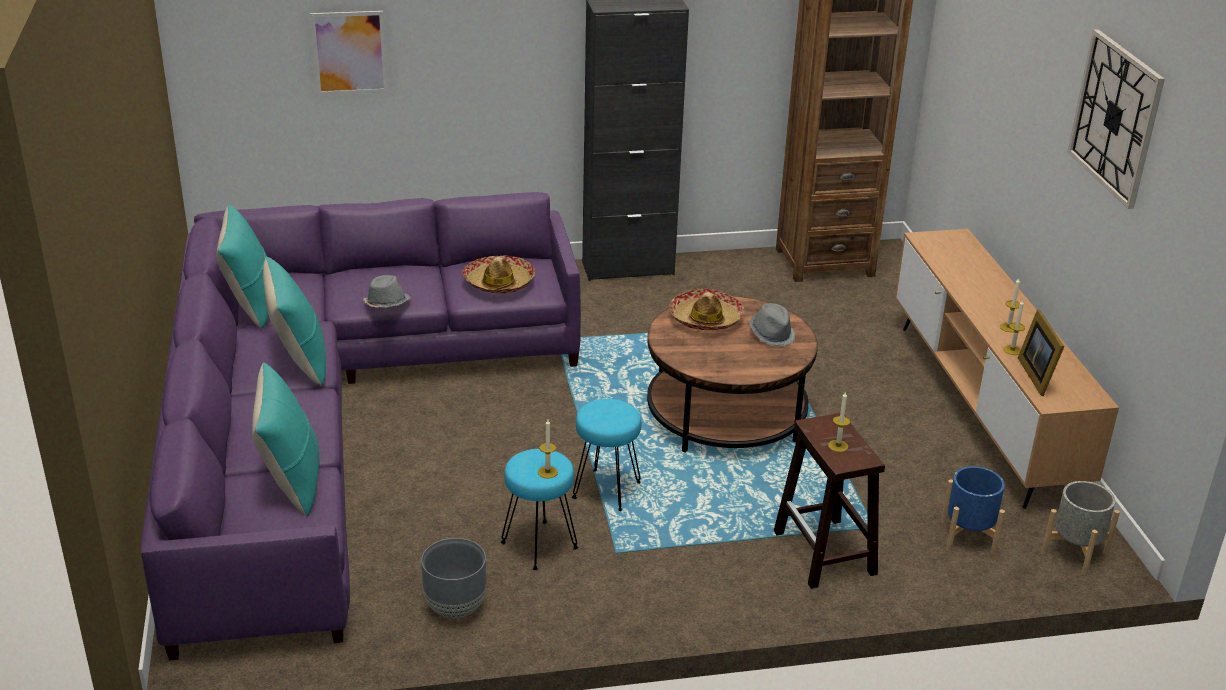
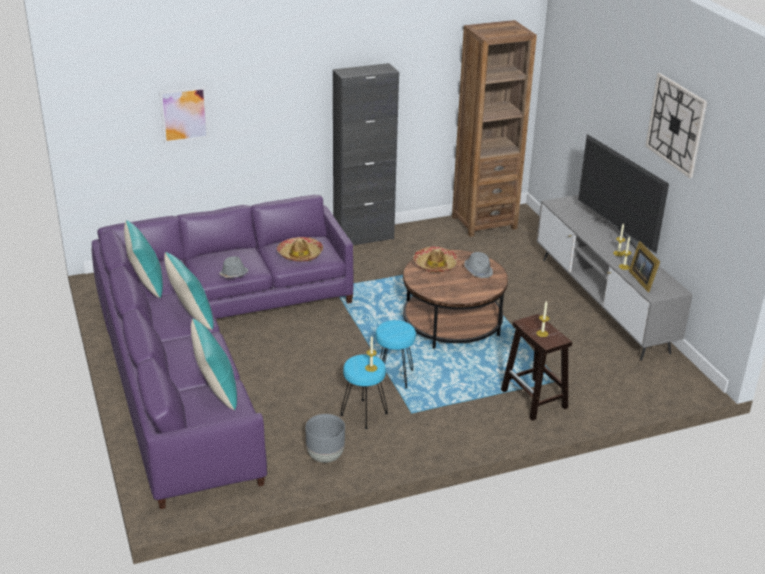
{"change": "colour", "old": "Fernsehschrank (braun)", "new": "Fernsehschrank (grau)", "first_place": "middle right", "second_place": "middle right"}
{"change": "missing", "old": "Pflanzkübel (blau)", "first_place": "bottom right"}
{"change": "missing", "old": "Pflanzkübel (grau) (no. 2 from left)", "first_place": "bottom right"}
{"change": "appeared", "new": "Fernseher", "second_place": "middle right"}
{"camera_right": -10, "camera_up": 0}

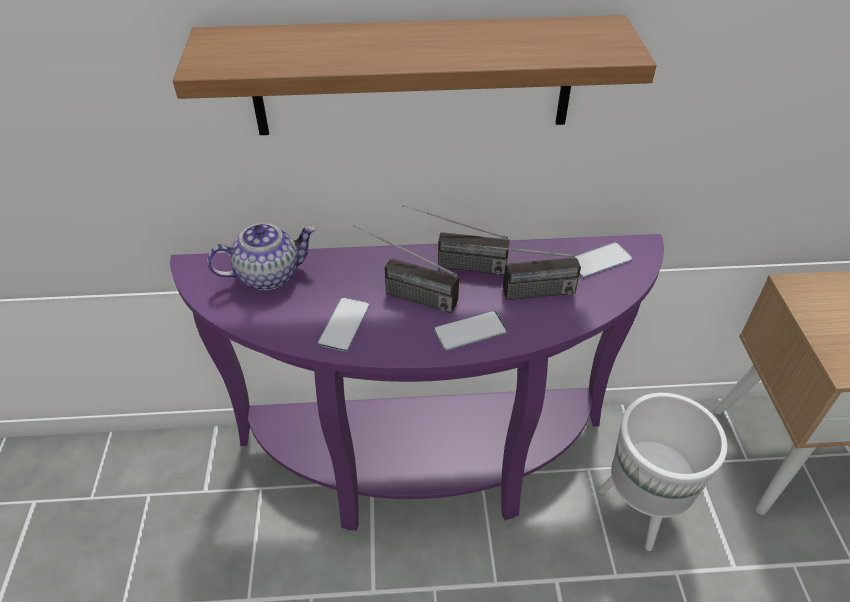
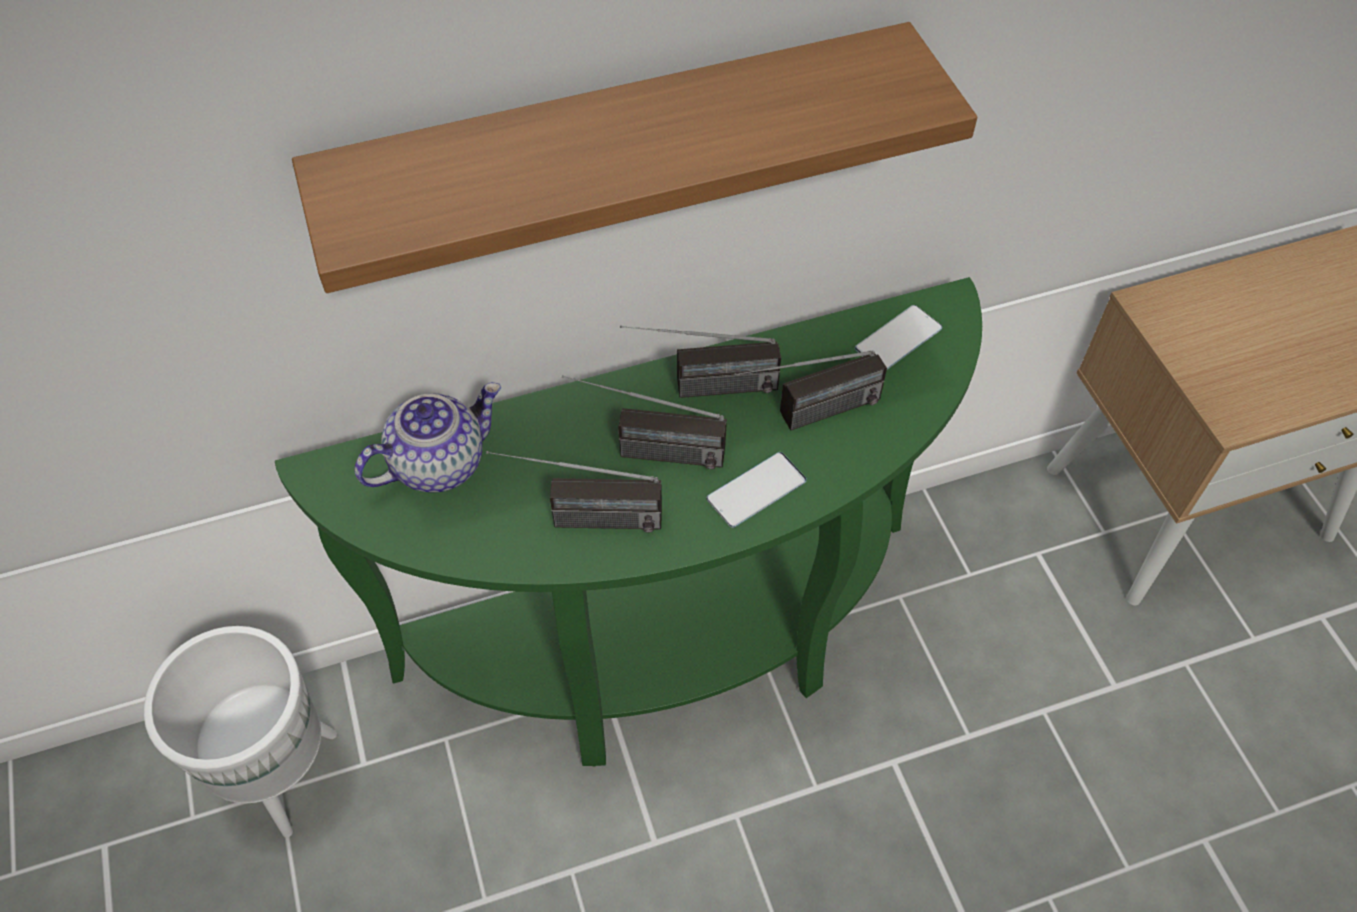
{"change": "colour", "old": "Konsolentisch (lila)", "new": "Konsolentisch (grün)", "first_place": "centre", "second_place": "centre"}
{"change": "exchanged", "old": "Handy (no. 1 from left)", "new": "Radio (no. 1 from left)", "first_place": "centre", "second_place": "centre"}
{"change": "relocated", "old": "Pflanzkübel (weiß)", "first_place": "bottom right", "second_place": "bottom left"}
{"camera_right": -15, "camera_up": 10}

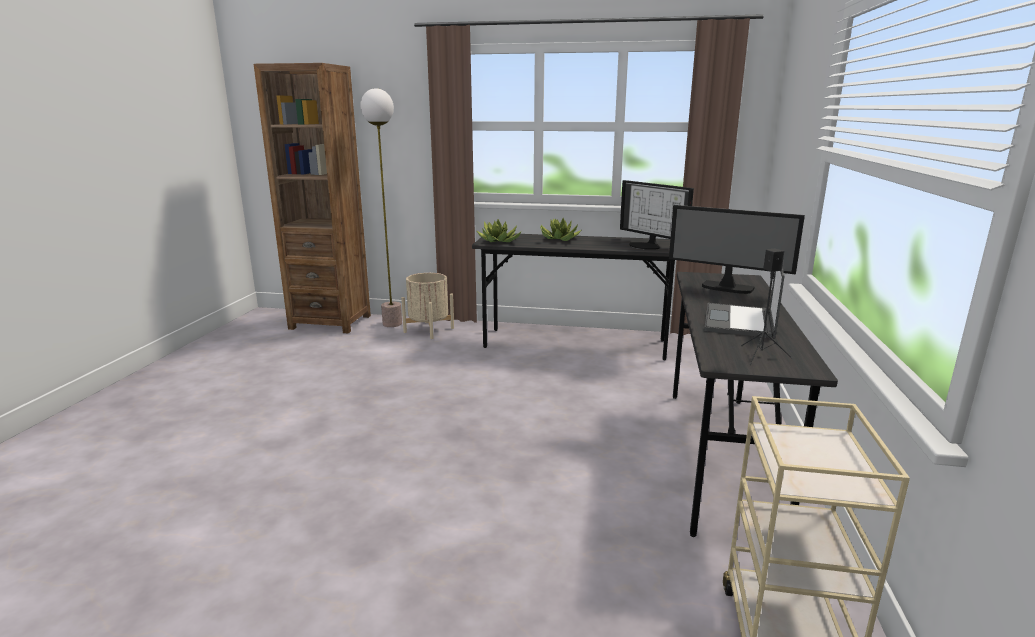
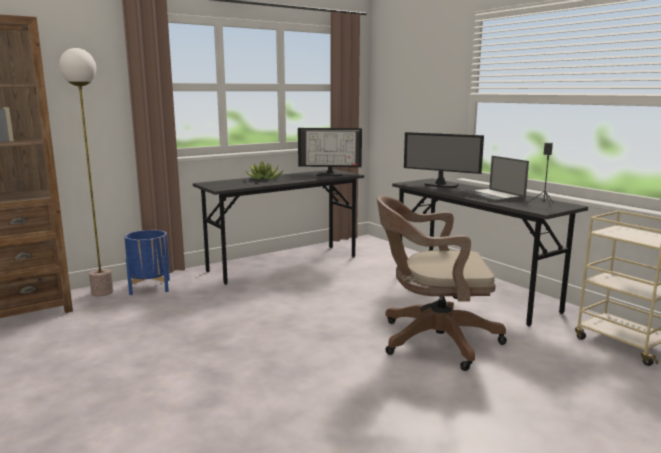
{"change": "spun", "old": "Monitor (no. 2 from left)", "first_place": "middle right", "second_place": "middle right", "degrees": 45}
{"change": "missing", "old": "Topfpflanze (no. 1 from left)", "first_place": "centre"}
{"change": "colour", "old": "Pflanzkübel (beige)", "new": "Pflanzkübel (blau)", "first_place": "centre", "second_place": "middle left"}
{"change": "appeared", "new": "Bürostuhl (braun)", "second_place": "middle right"}
{"camera_right": -45, "camera_up": -5}

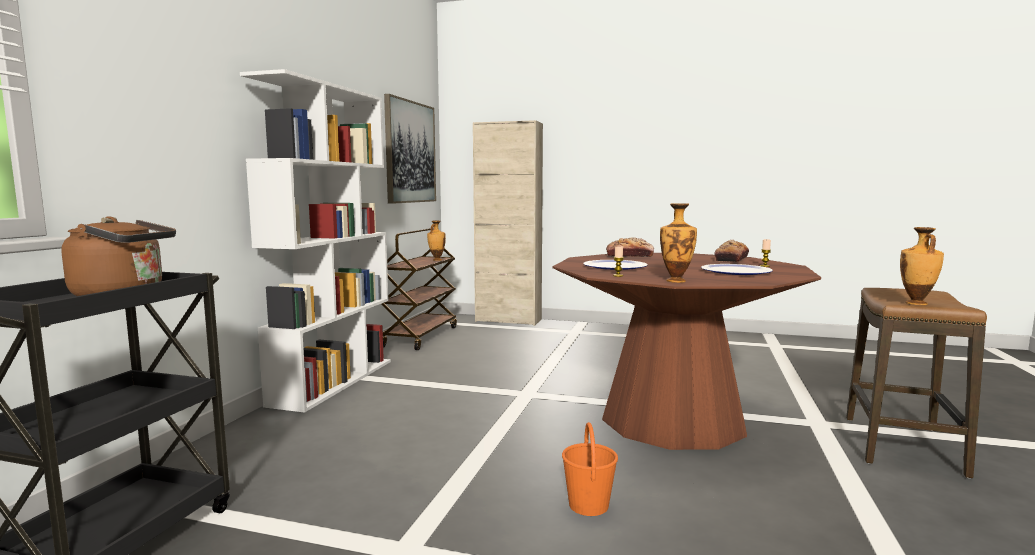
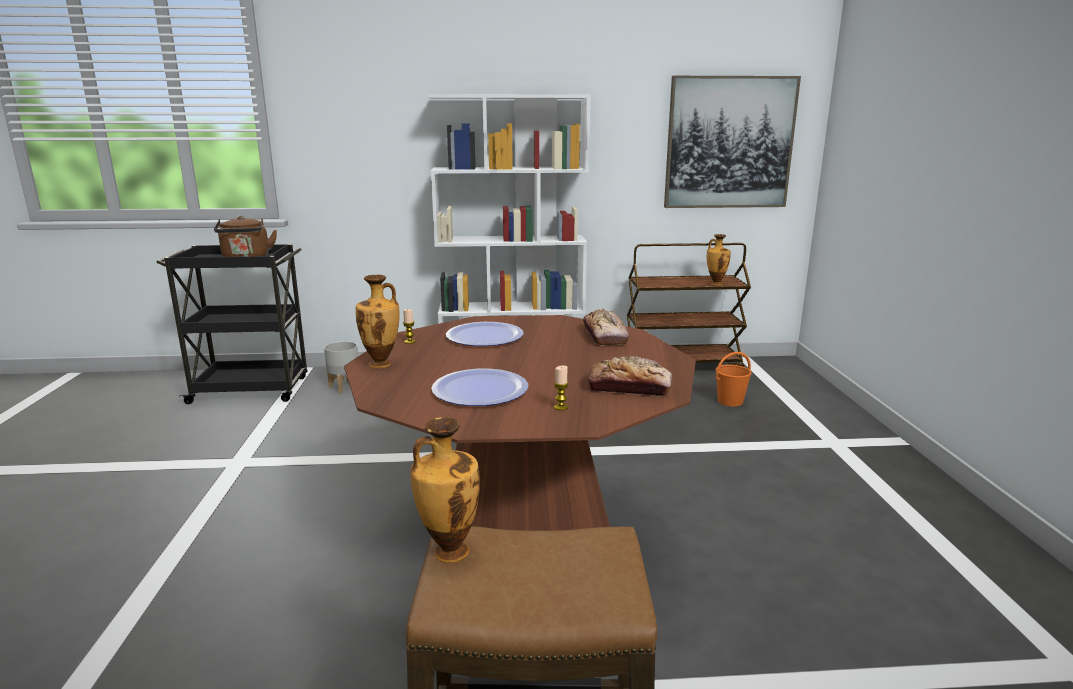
{"change": "missing", "old": "Schrank (beige)", "first_place": "centre"}
{"change": "relocated", "old": "Eimer (orange)", "first_place": "bottom centre", "second_place": "middle right"}
{"change": "appeared", "new": "Pflanzkübel (grau)", "second_place": "middle left"}
{"camera_right": 70, "camera_up": 10}

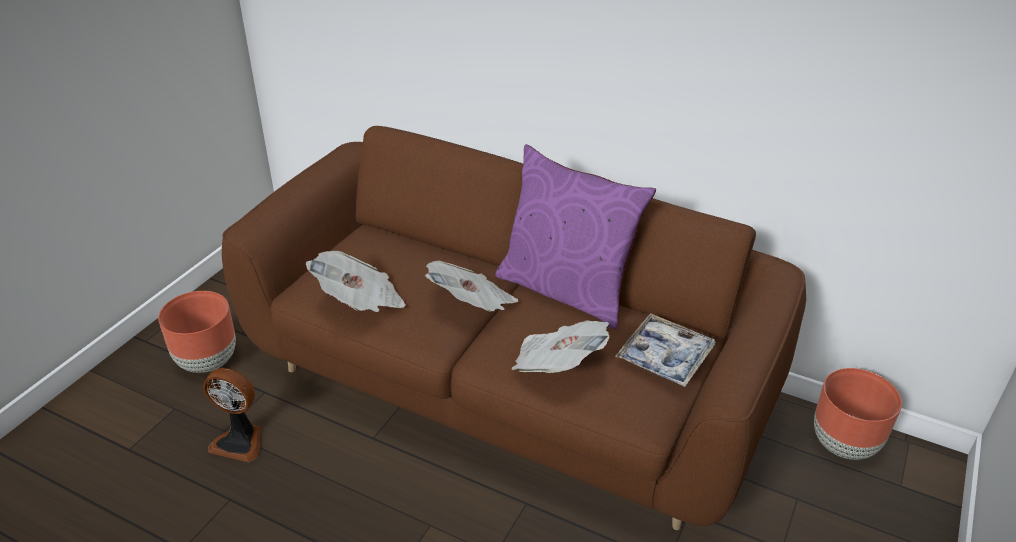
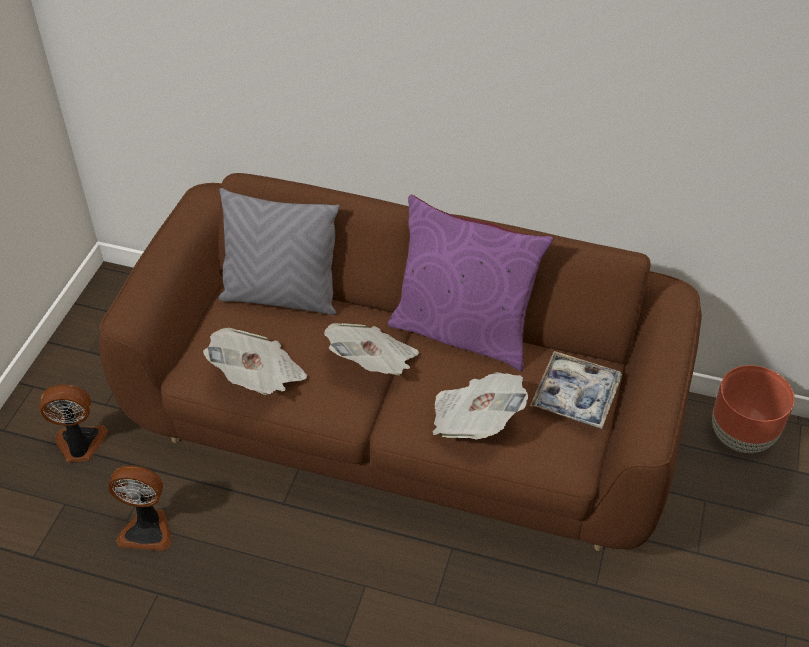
{"change": "exchanged", "old": "Pflanzkübel (braun) (no. 1 from left)", "new": "Ventilator (no. 1 from left)", "first_place": "middle left", "second_place": "middle left"}
{"change": "appeared", "new": "Kissen (grau)", "second_place": "centre"}
{"camera_right": -10, "camera_up": 10}

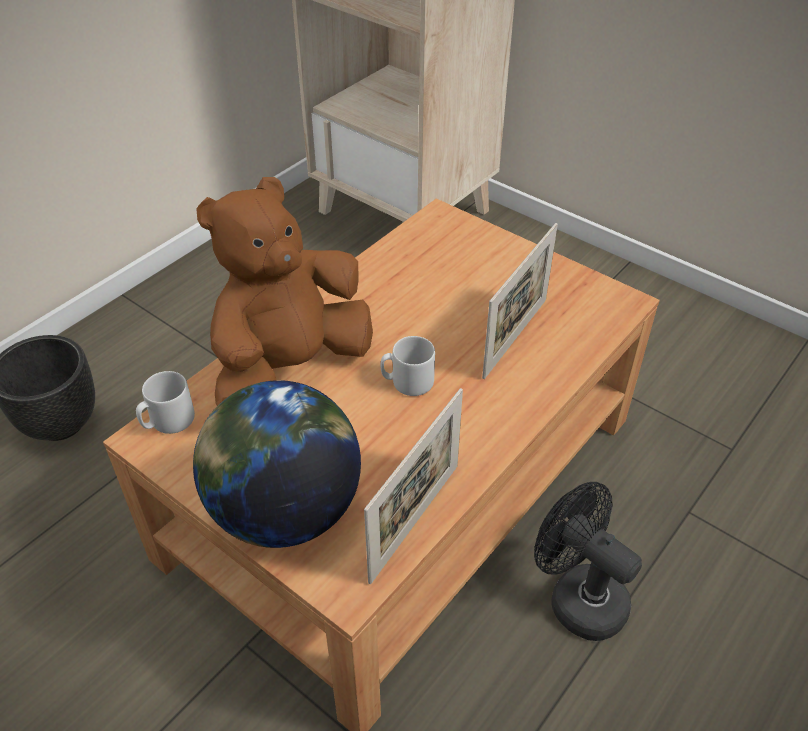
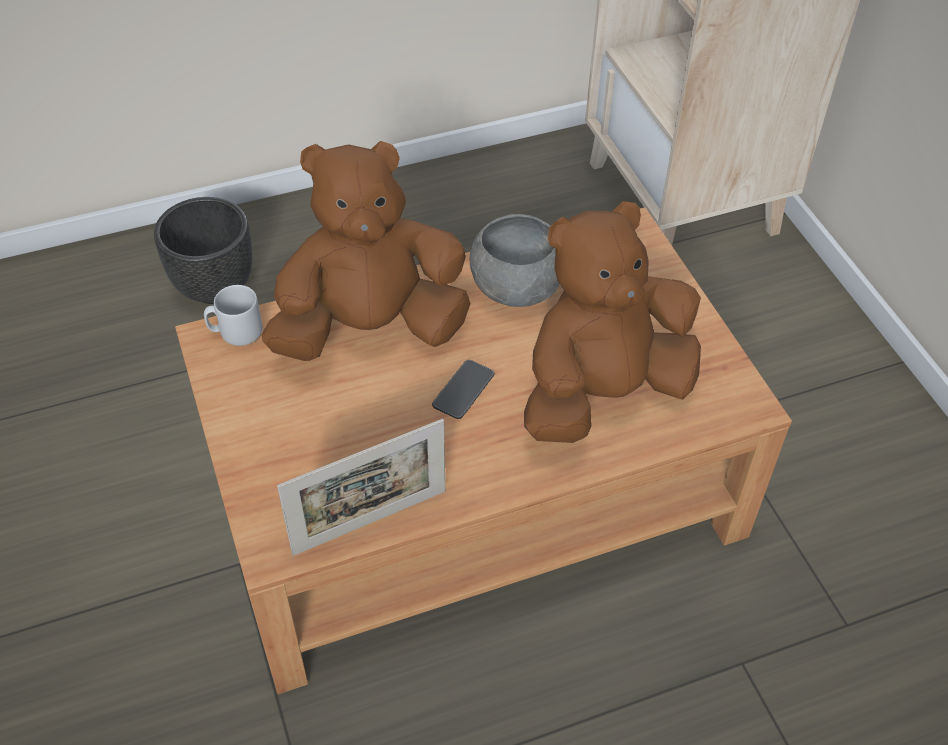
{"change": "exchanged", "old": "Bilderrahmen (no. 2 from left)", "new": "Plüschtier (braun) (no. 2 from left)", "first_place": "centre", "second_place": "centre"}
{"change": "exchanged", "old": "Henkelbecher (grau) (no. 2 from left)", "new": "Handy", "first_place": "centre", "second_place": "centre"}
{"change": "missing", "old": "Globus", "first_place": "centre"}
{"change": "missing", "old": "Ventilator (schwarz)", "first_place": "bottom right"}
{"change": "appeared", "new": "Schüssel (grau)", "second_place": "centre"}
{"camera_right": 30, "camera_up": 5}

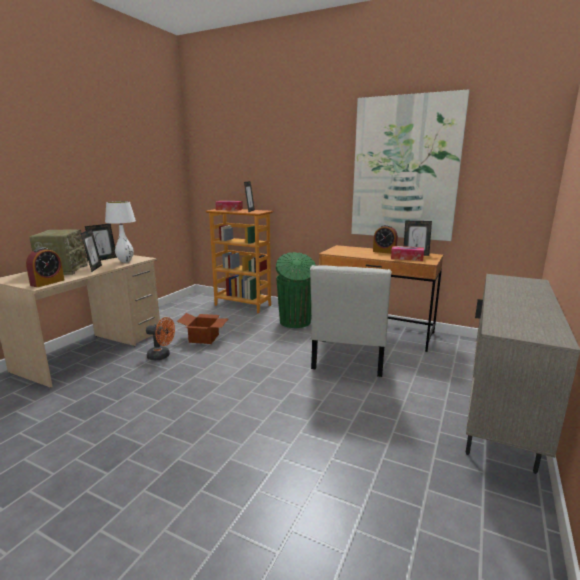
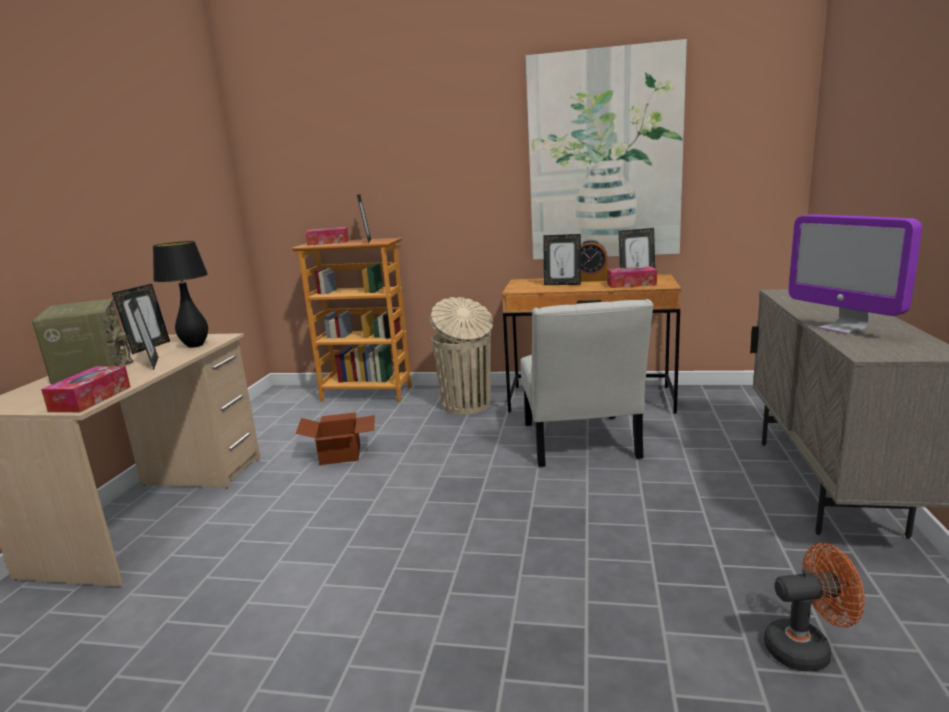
{"change": "colour", "old": "Tischlampe (weiß)", "new": "Tischlampe (schwarz)", "first_place": "middle left", "second_place": "middle left"}
{"change": "exchanged", "old": "Wecker (no. 1 from left)", "new": "Taschentuchbox (no. 1 from left)", "first_place": "middle left", "second_place": "middle left"}
{"change": "colour", "old": "Mülleimer (grün)", "new": "Mülleimer (beige)", "first_place": "centre", "second_place": "centre"}
{"change": "relocated", "old": "Ventilator (orange)", "first_place": "middle left", "second_place": "bottom right"}
{"change": "appeared", "new": "Monitor", "second_place": "middle right"}
{"change": "appeared", "new": "Bilderrahmen (no. 4 from left)", "second_place": "centre"}
{"camera_right": -15, "camera_up": 0}

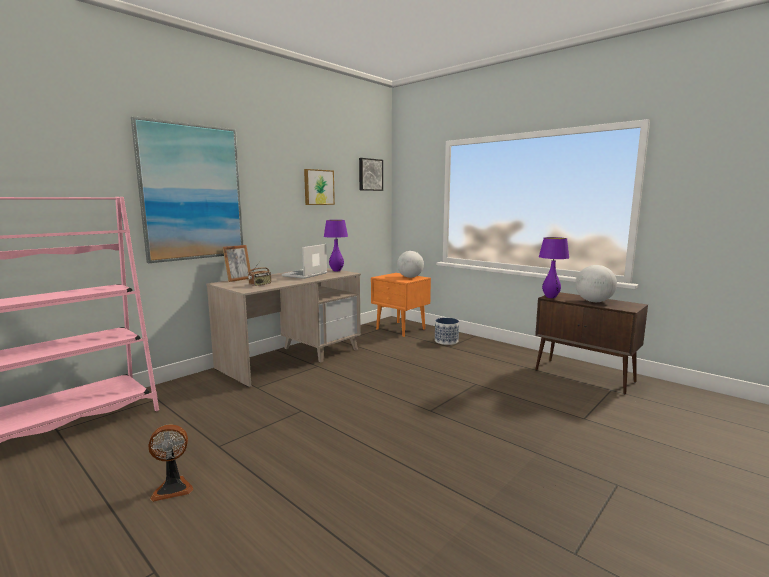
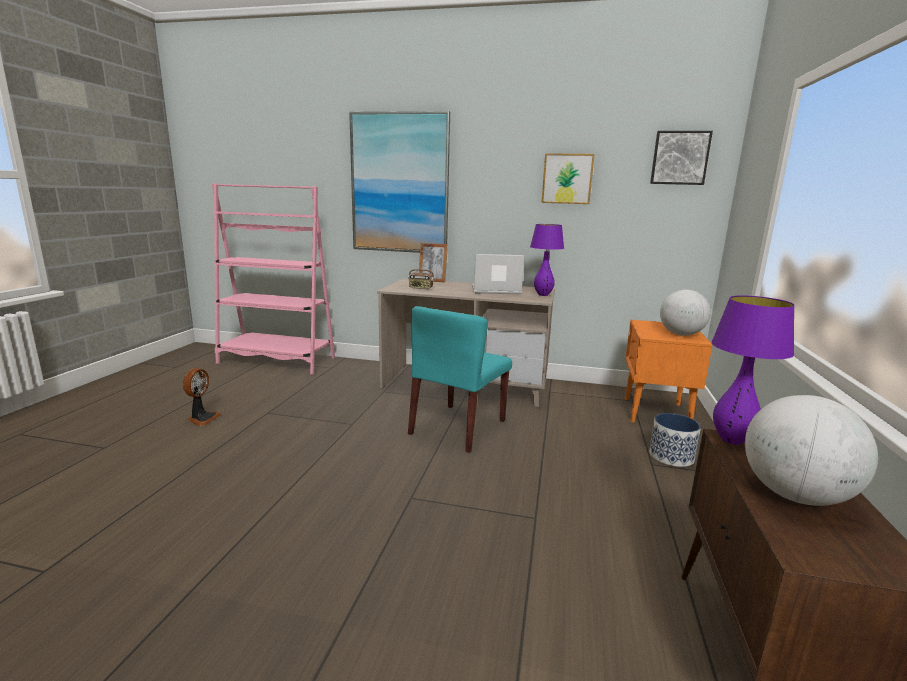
{"change": "spun", "old": "Ventilator", "first_place": "bottom left", "second_place": "middle left", "degrees": -120}
{"change": "appeared", "new": "Stuhl (türkis)", "second_place": "centre"}
{"camera_right": 60, "camera_up": 5}

